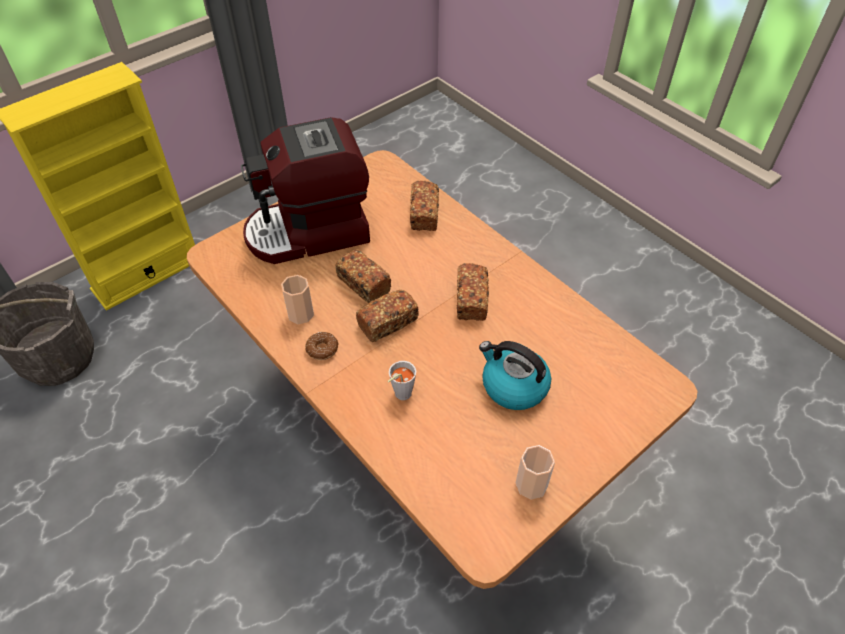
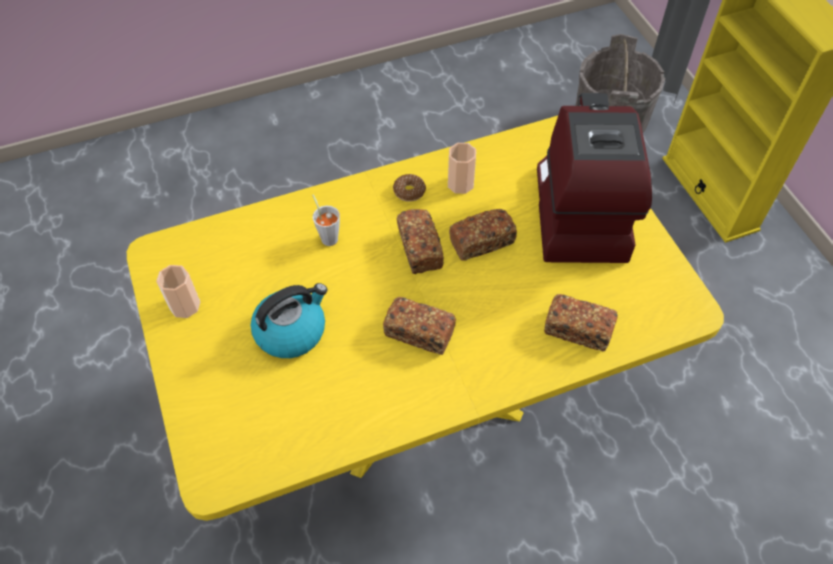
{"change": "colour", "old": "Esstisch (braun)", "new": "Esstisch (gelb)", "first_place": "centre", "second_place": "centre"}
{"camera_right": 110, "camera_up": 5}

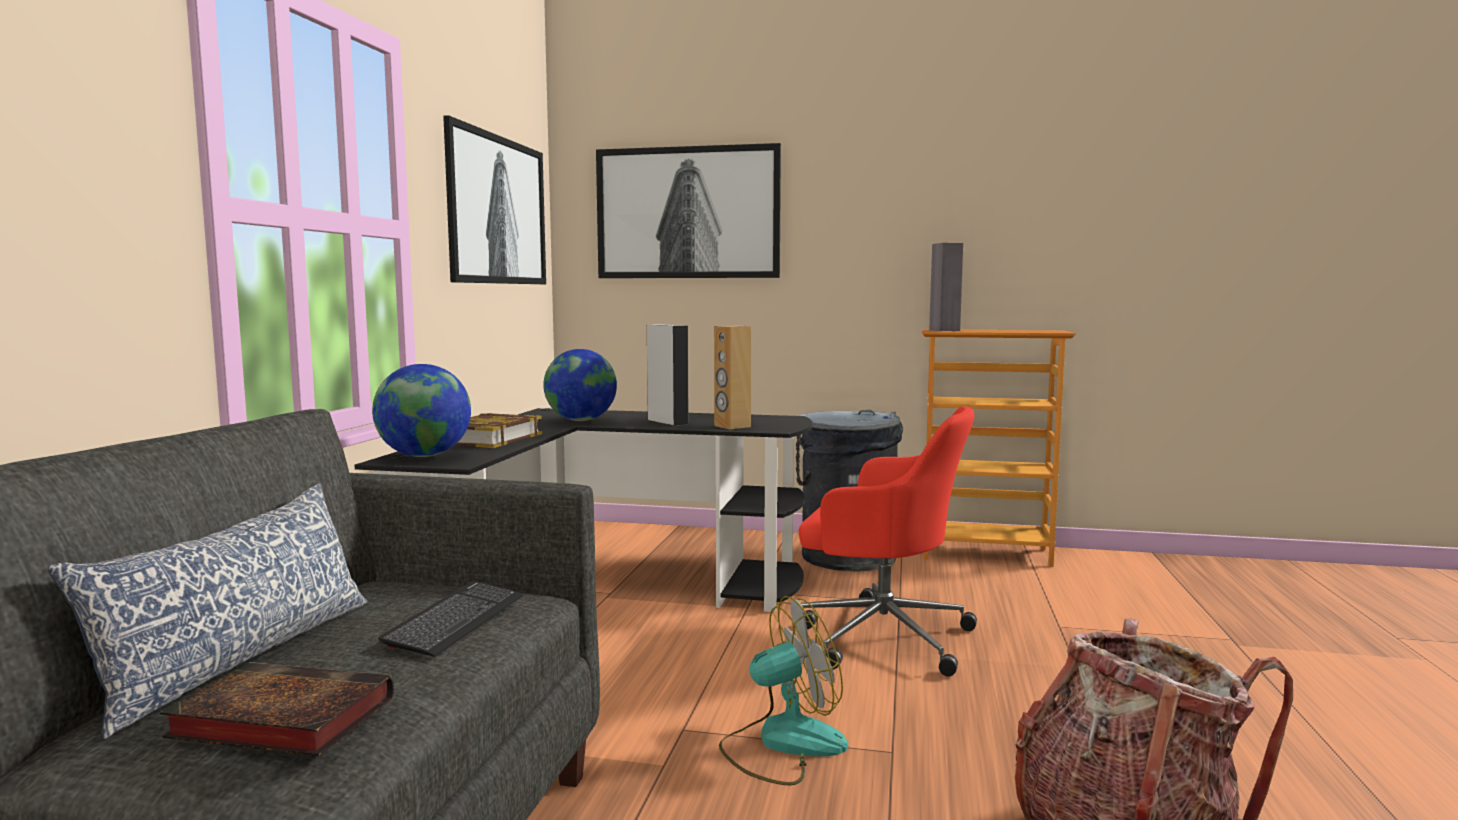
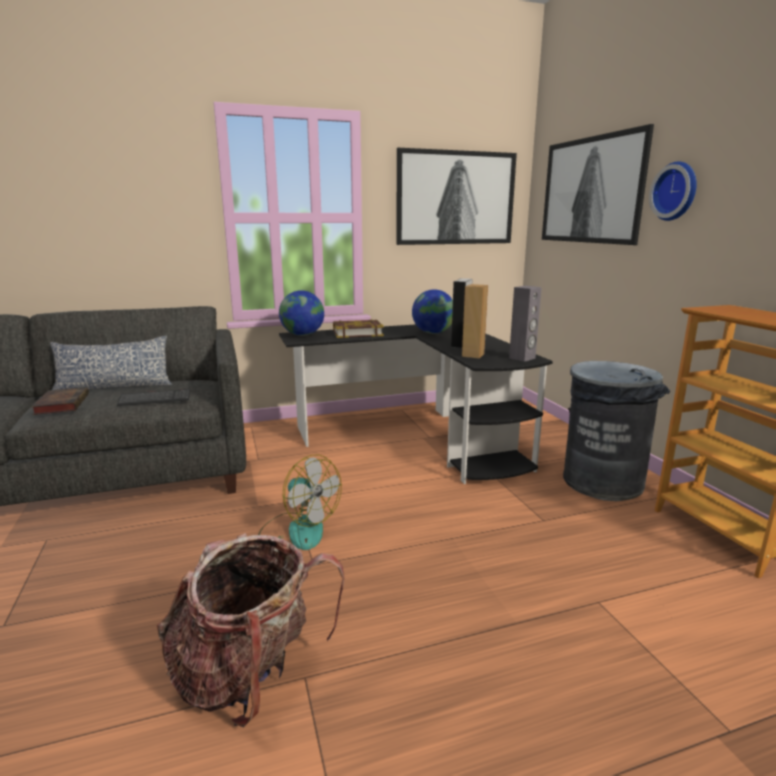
{"change": "relocated", "old": "Lautsprecher (grau) (no. 2 from left)", "first_place": "centre", "second_place": "middle right"}
{"change": "missing", "old": "Bürostuhl (rot)", "first_place": "centre"}
{"change": "appeared", "new": "Wanduhr", "second_place": "top right"}
{"camera_right": 60, "camera_up": 10}

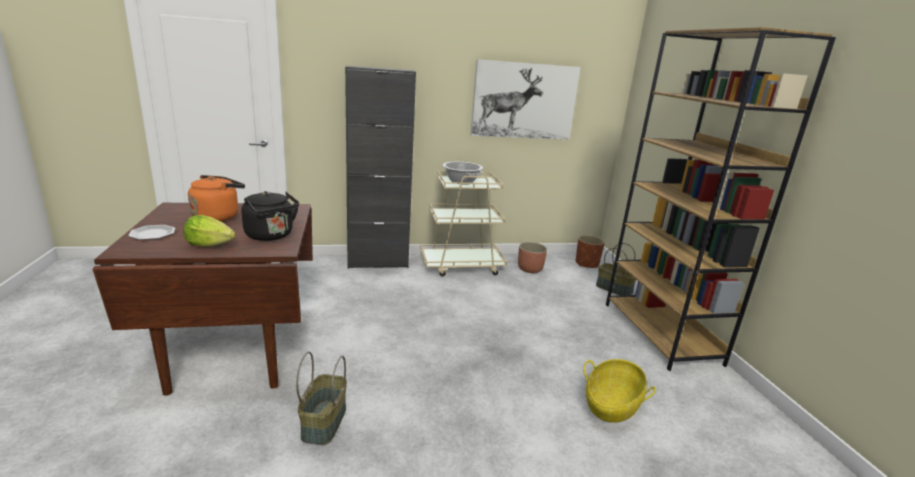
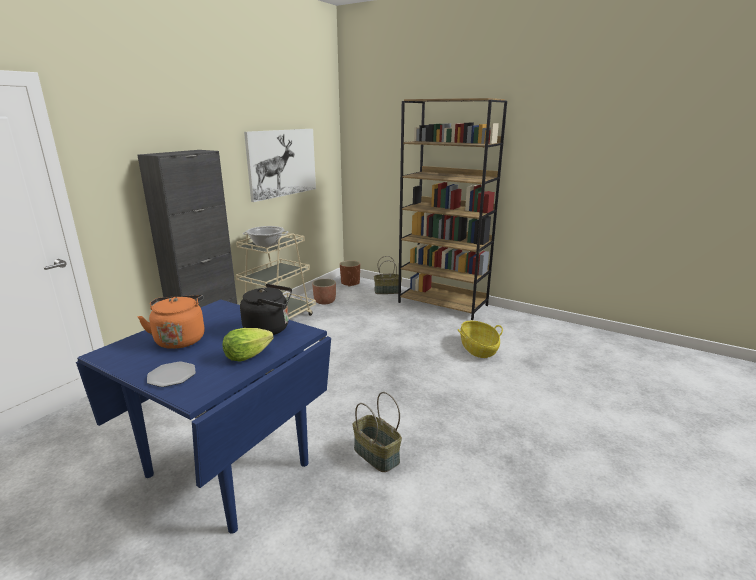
{"change": "colour", "old": "Esstisch (braun)", "new": "Esstisch (blau)", "first_place": "middle left", "second_place": "bottom left"}
{"camera_right": -45, "camera_up": 0}

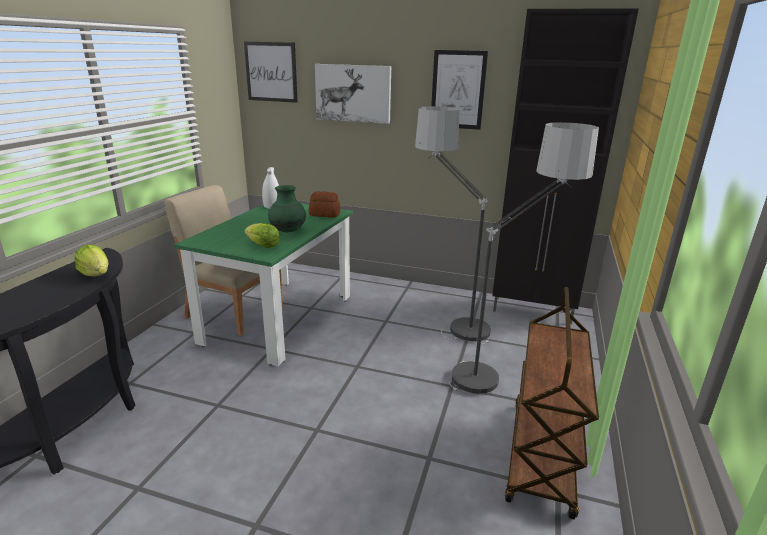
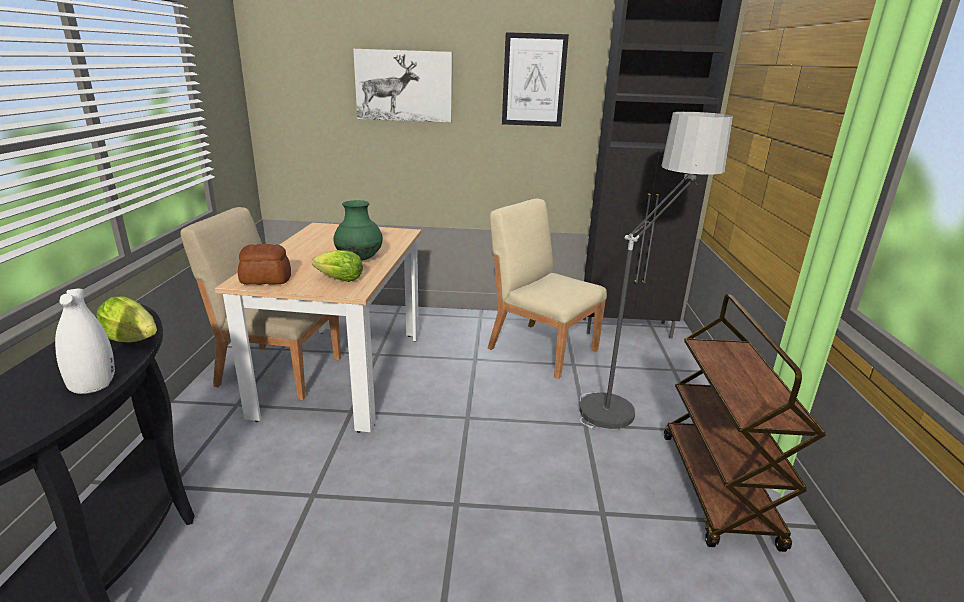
{"change": "missing", "old": "Bild (no. 1 from left)", "first_place": "top centre"}
{"change": "exchanged", "old": "Stehlampe (no. 1 from left)", "new": "Stuhl (beige) (no. 2 from left)", "first_place": "centre", "second_place": "centre"}
{"change": "relocated", "old": "Vase (weiß)", "first_place": "centre", "second_place": "middle left"}
{"change": "relocated", "old": "Brot", "first_place": "centre", "second_place": "middle left"}
{"change": "colour", "old": "Esstisch (grün)", "new": "Esstisch (beige)", "first_place": "centre", "second_place": "middle left"}
{"camera_right": -15, "camera_up": 0}

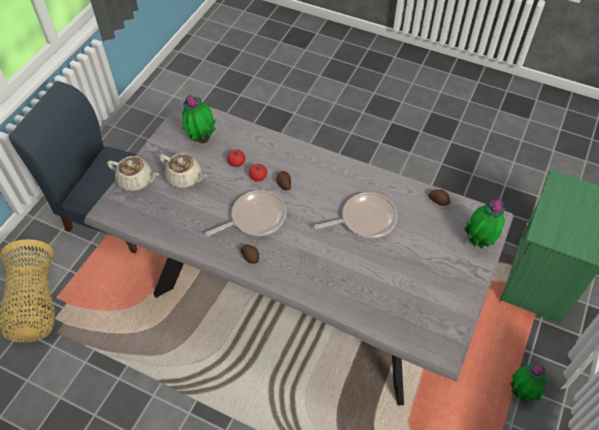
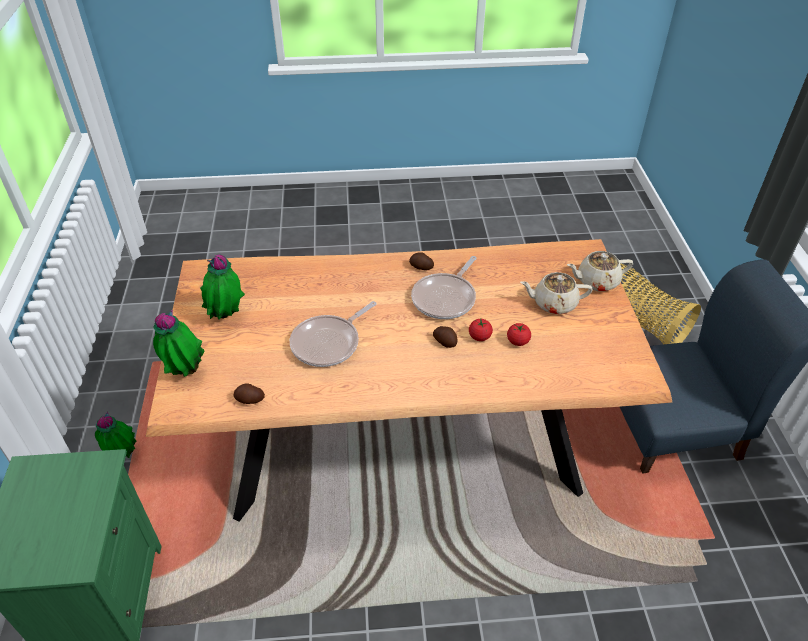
{"change": "relocated", "old": "Topfpflanze (no. 1 from left in the first image)", "new": "Topfpflanze (no. 3 from left)", "first_place": "top left", "second_place": "middle left"}
{"change": "colour", "old": "Esstisch (grau)", "new": "Esstisch (braun)", "first_place": "centre", "second_place": "centre"}
{"camera_right": 150, "camera_up": -10}

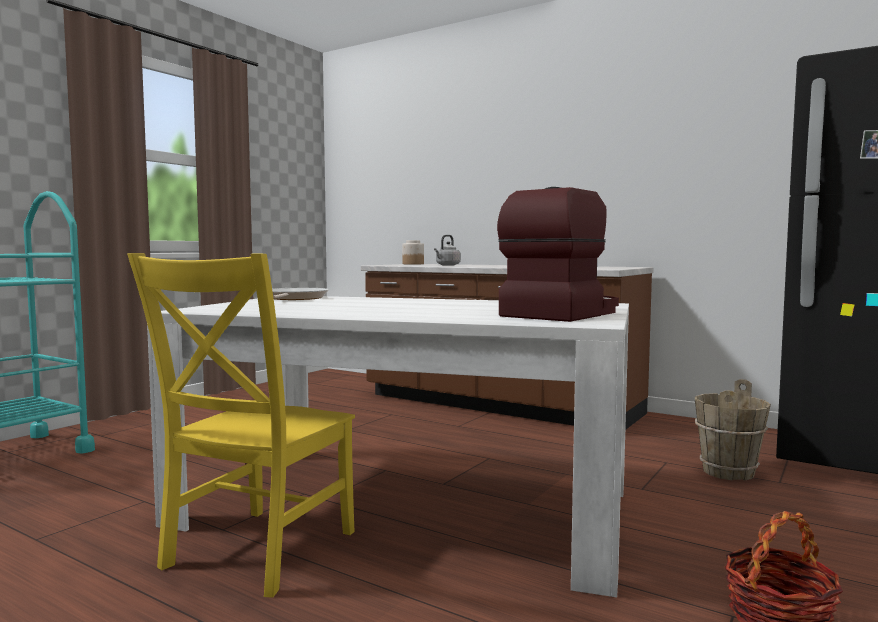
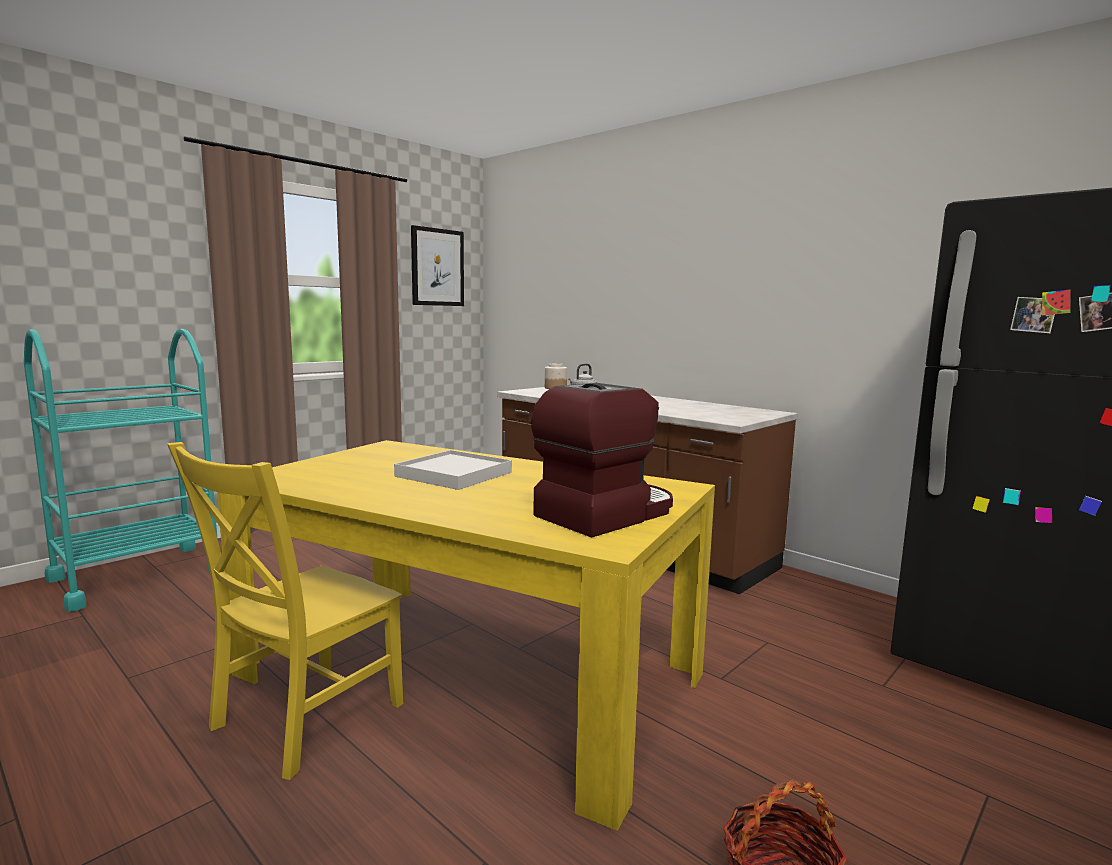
{"change": "missing", "old": "Pfanne", "first_place": "centre"}
{"change": "colour", "old": "Esstisch (weiß)", "new": "Esstisch (gelb)", "first_place": "bottom centre", "second_place": "bottom centre"}
{"change": "missing", "old": "Eimer (braun)", "first_place": "bottom right"}
{"change": "appeared", "new": "Bild", "second_place": "top centre"}
{"change": "appeared", "new": "Tablett (weiß)", "second_place": "centre"}
{"camera_right": 10, "camera_up": 5}

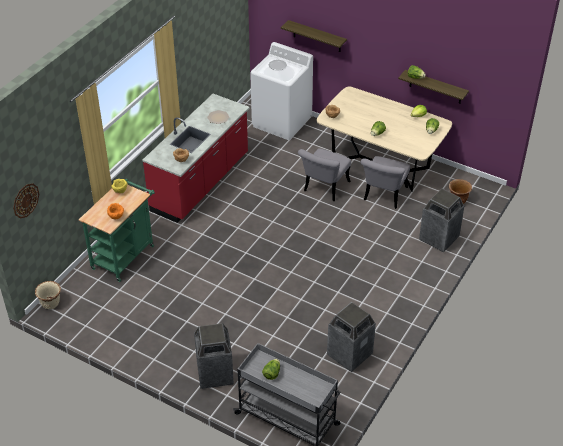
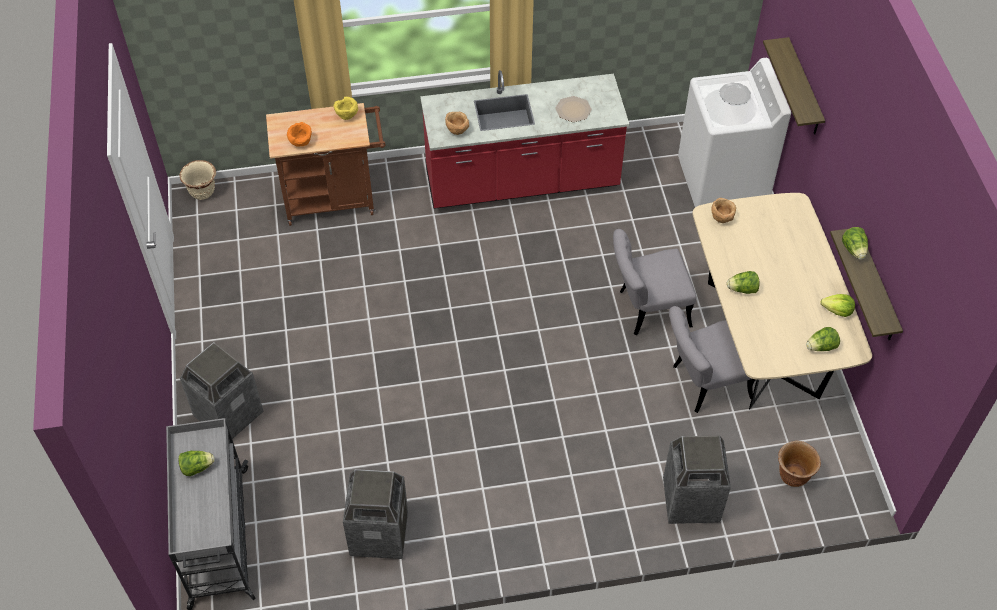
{"change": "colour", "old": "Rollwagen (grün)", "new": "Rollwagen (braun)", "first_place": "middle left", "second_place": "top left"}
{"change": "missing", "old": "Wanduhr", "first_place": "middle left"}
{"camera_right": 50, "camera_up": 10}

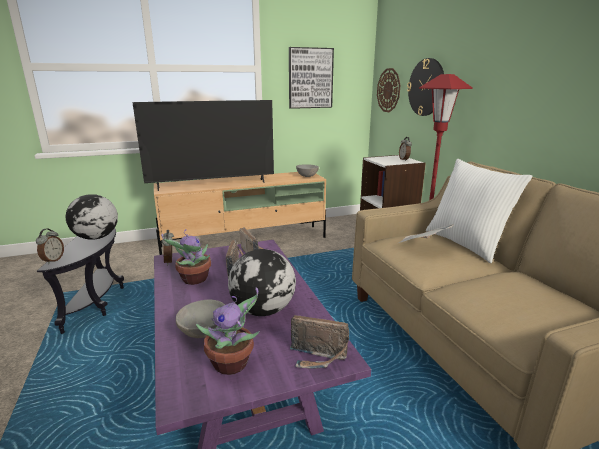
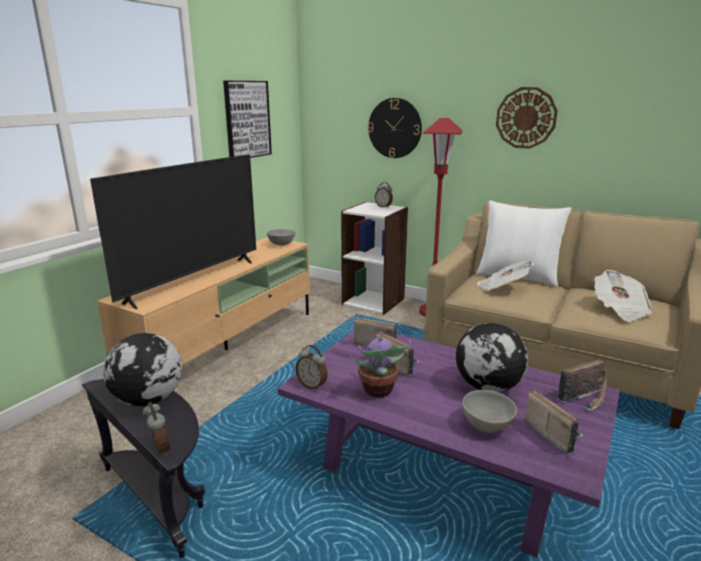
{"change": "relocated", "old": "Wanduhr (no. 1 from left in the first image)", "new": "Wanduhr (no. 2 from left)", "first_place": "top centre", "second_place": "top right"}
{"change": "exchanged", "old": "Topfpflanze (no. 2 from left)", "new": "Radio (no. 3 from left)", "first_place": "bottom centre", "second_place": "bottom right"}
{"change": "appeared", "new": "Zeitung (no. 2 from left)", "second_place": "middle right"}
{"camera_right": -40, "camera_up": 0}

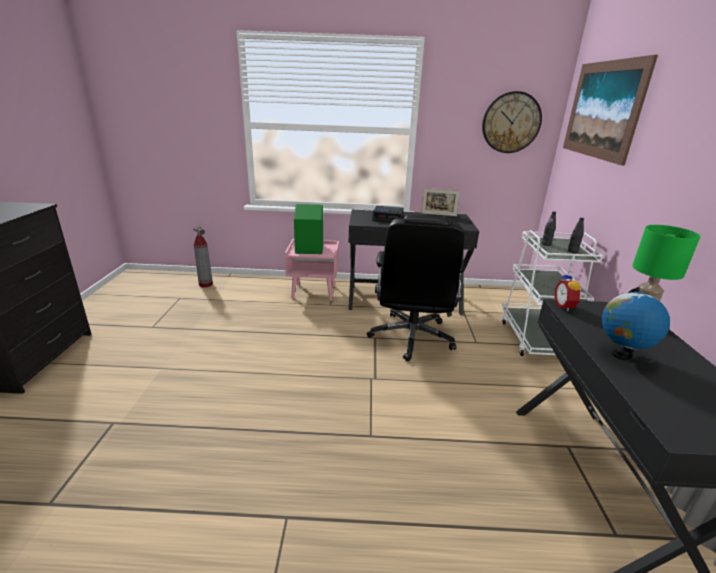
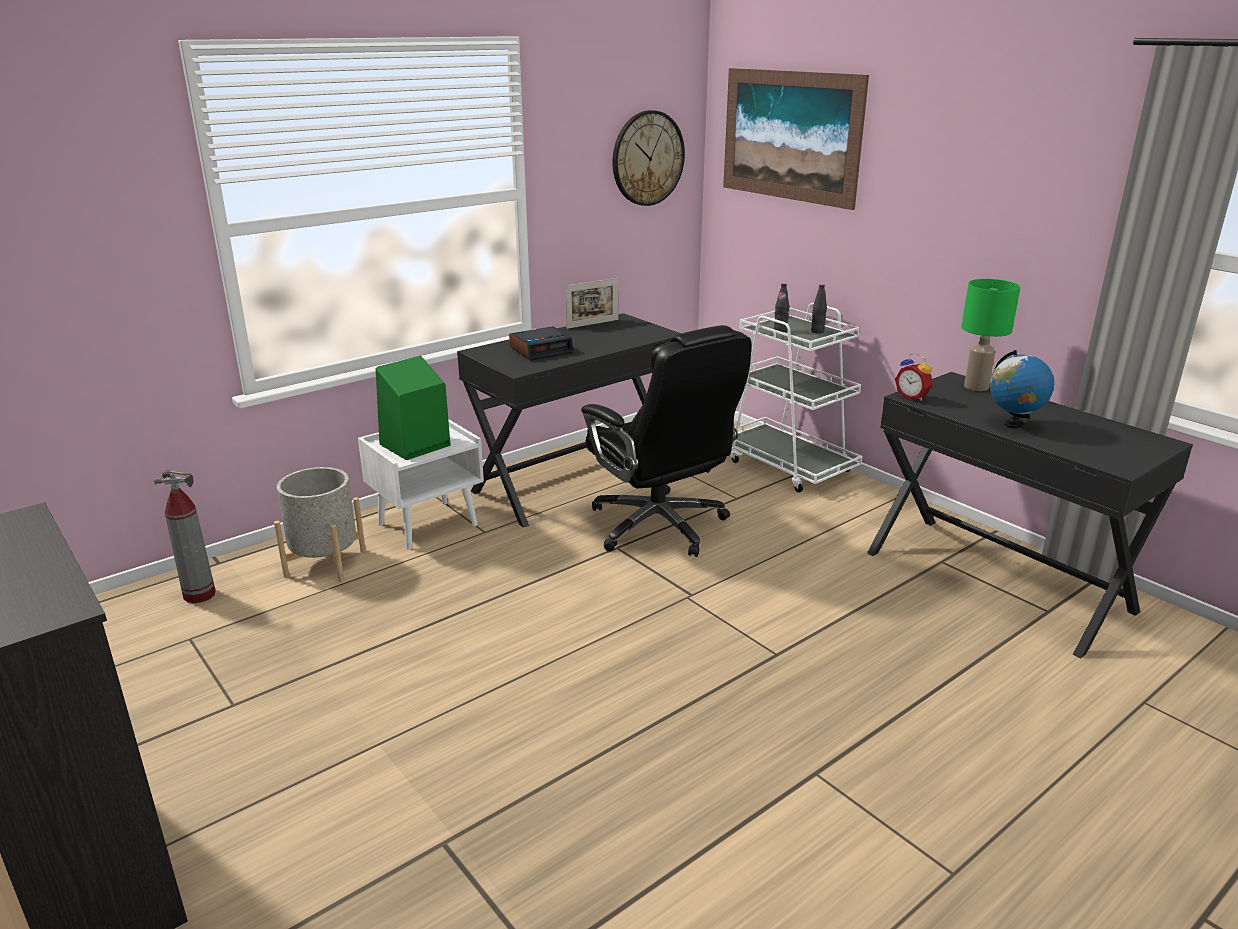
{"change": "colour", "old": "Nachttisch (rosa)", "new": "Nachttisch (weiß)", "first_place": "centre", "second_place": "centre"}
{"change": "appeared", "new": "Pflanzkübel (grau)", "second_place": "middle left"}
{"camera_right": -40, "camera_up": 0}

